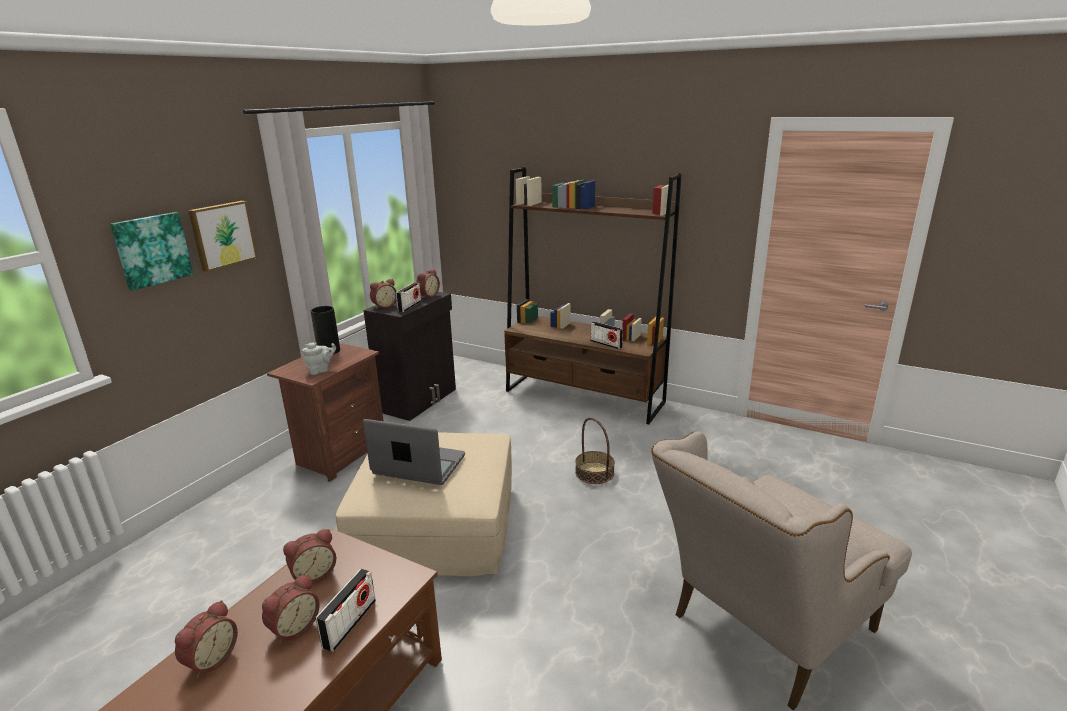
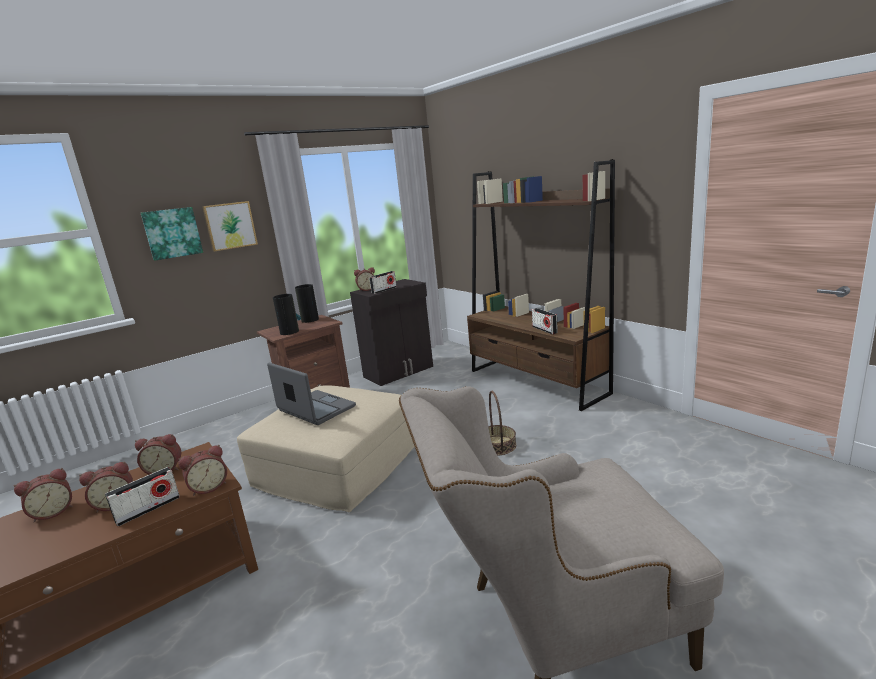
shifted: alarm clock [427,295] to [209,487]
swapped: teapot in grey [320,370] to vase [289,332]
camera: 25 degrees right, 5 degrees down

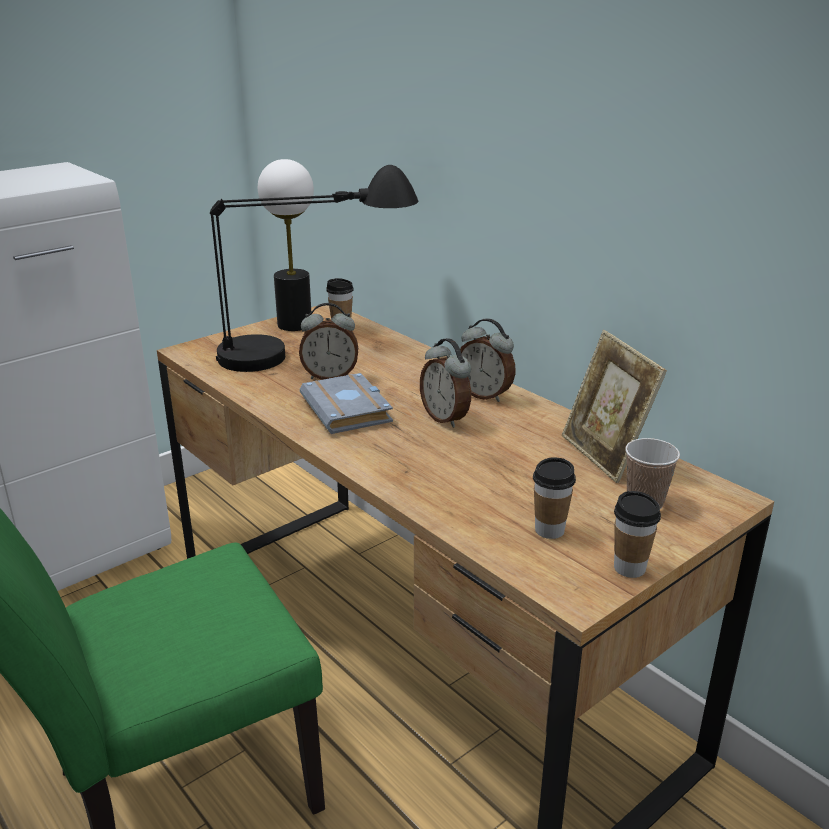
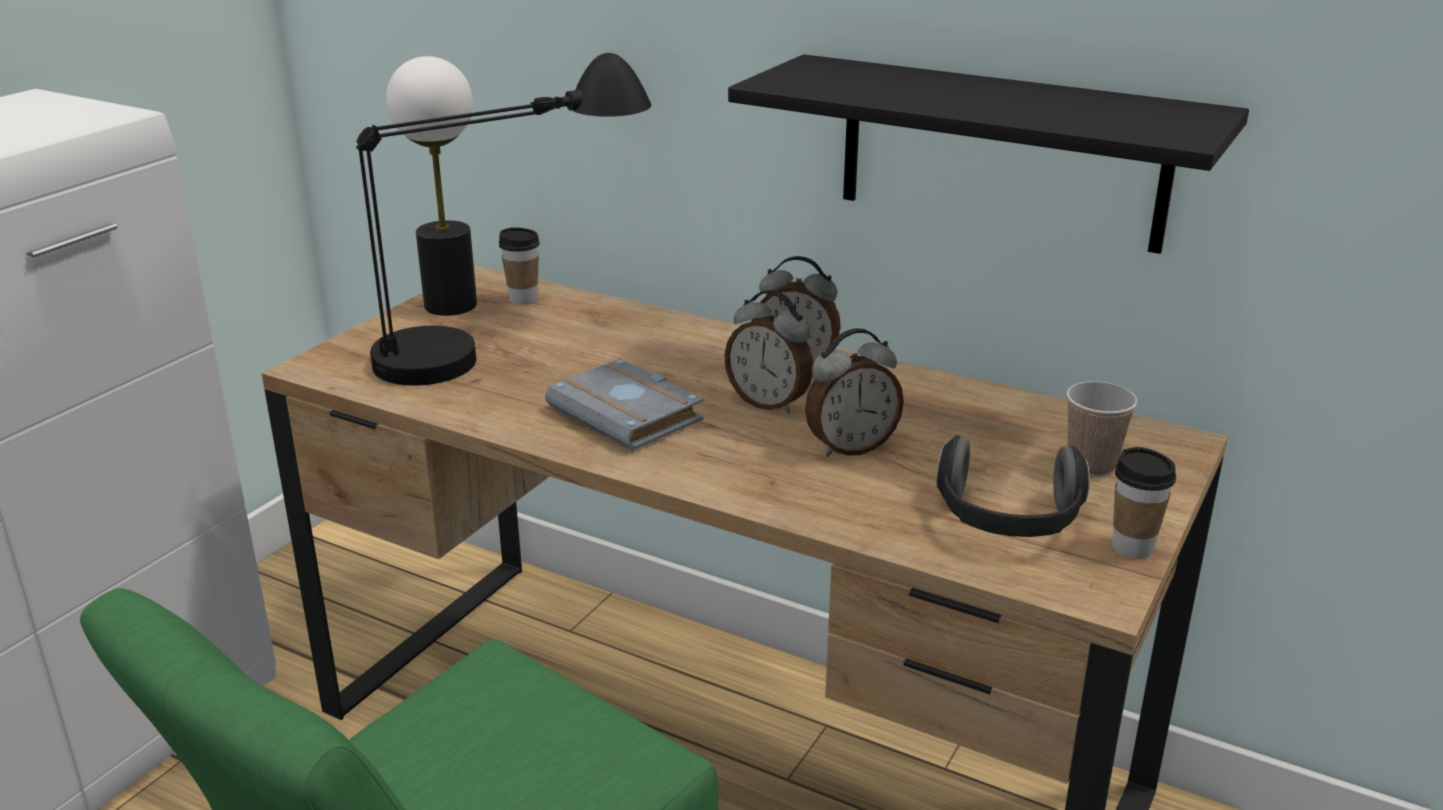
gone: picture frame [604,455]
new: shelf in black [1001,153]
shifted: alarm clock [330,376] to [850,447]
swapped: cup [549,530] to headphones [1008,522]
camera: 20 degrees left, 0 degrees up

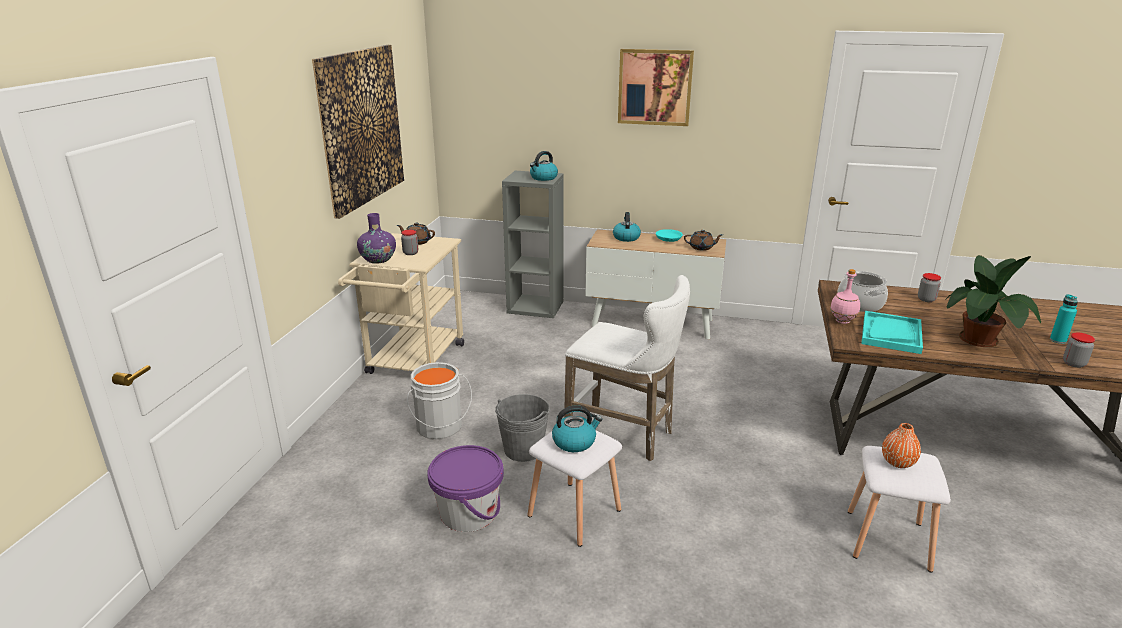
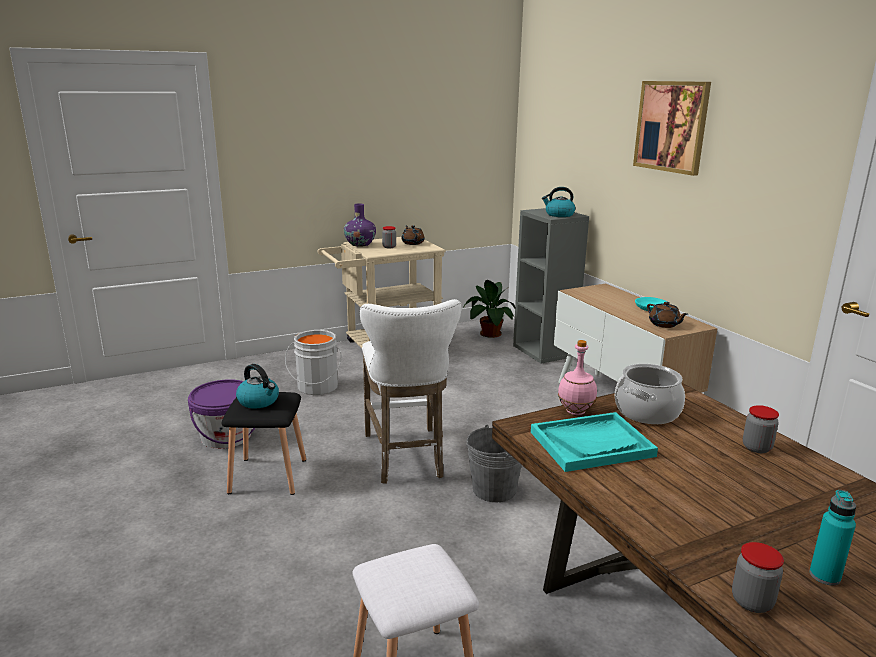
gone: picture [361,127]; kettle [626,237]; vase in orange [898,462]
shifted: potted plant [979,340] to [489,334]; bucket in grey [523,450] to [494,490]
repainted: stool in white [574,512] to stool in black [269,475]
camera: 50 degrees right, 5 degrees down

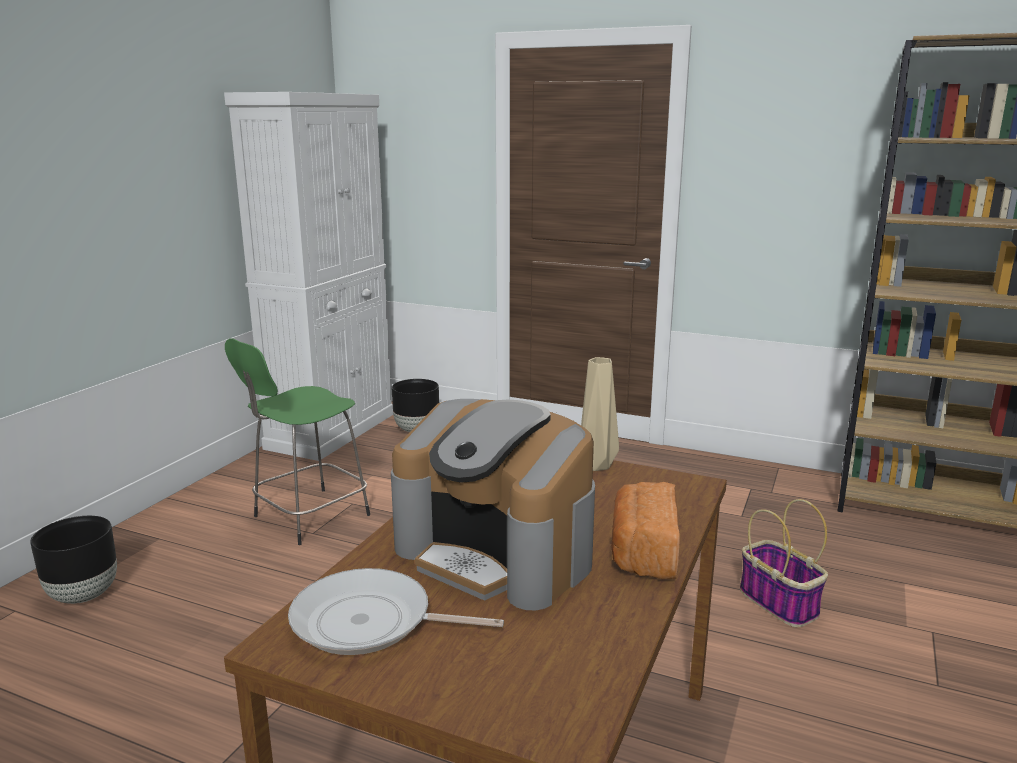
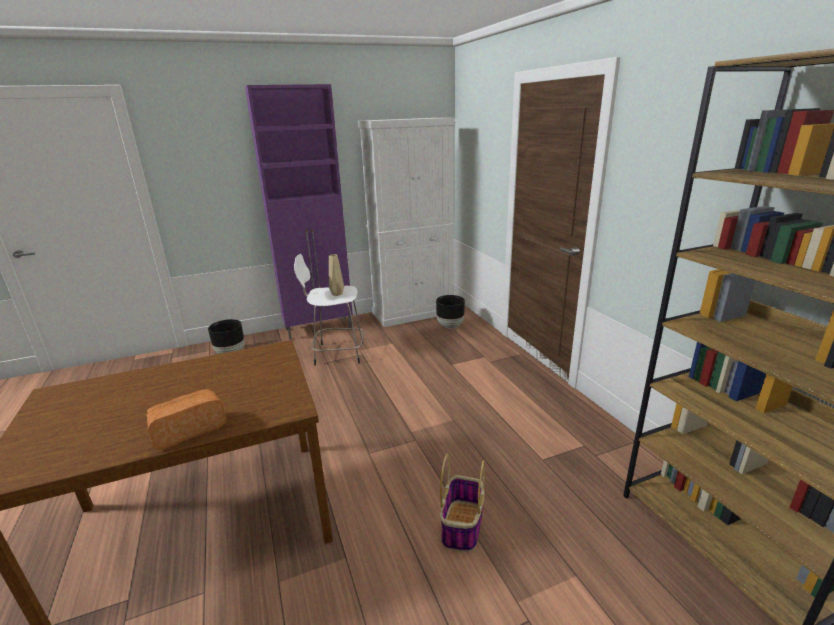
gone: coffee machine [497,554]; frying pan [370,623]
new: cabinet in purple [319,328]
shifted: vase in beige [595,466] to [336,294]
repainted: stool in green [308,517] to stool in white [337,353]
camera: 45 degrees right, 5 degrees up

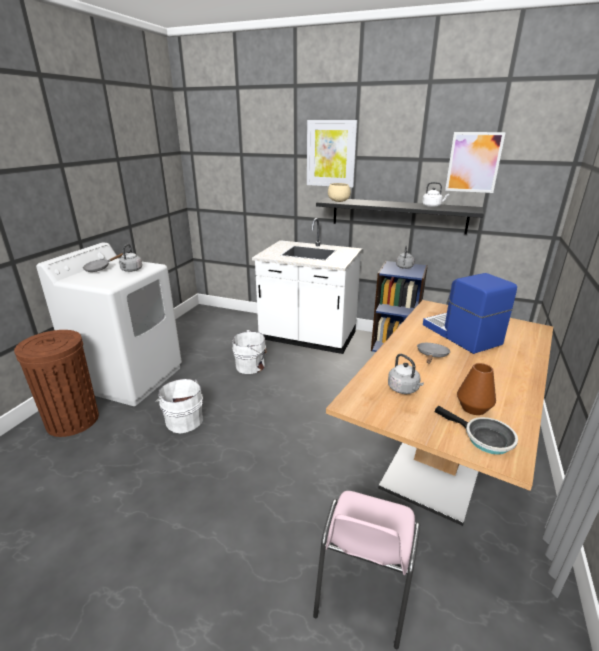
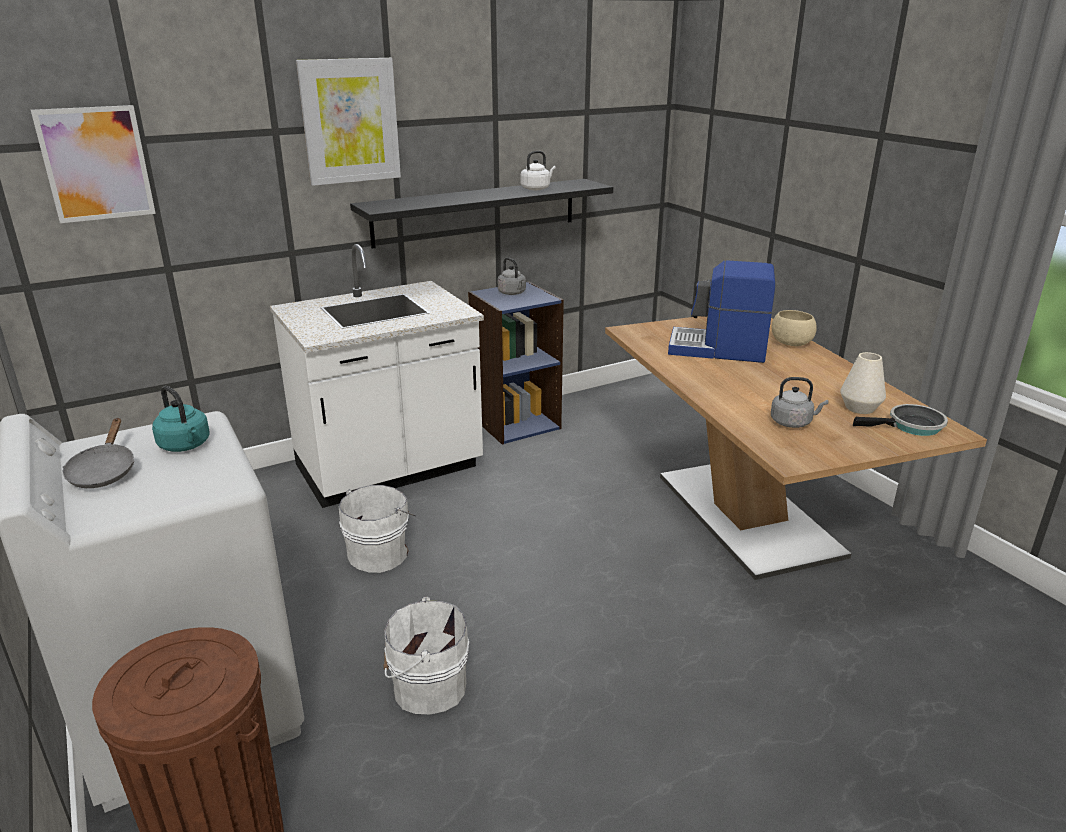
gone: frying pan in grey [432,356]; chair in pink [363,584]
shifted: picture [473,162] to [96,164]; bowl in beige [338,201] to [792,343]
repainted: kettle in grey [131,270] to kettle in turquoise [186,446]; vase in brown [473,408] to vase in white [859,408]
camera: 50 degrees left, 0 degrees up

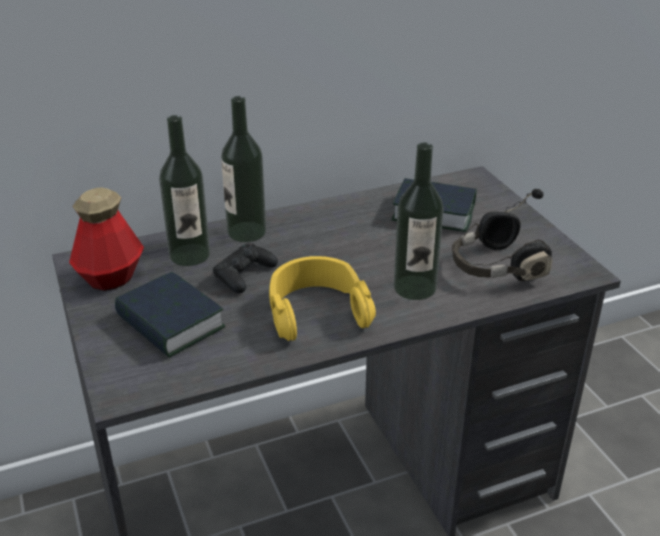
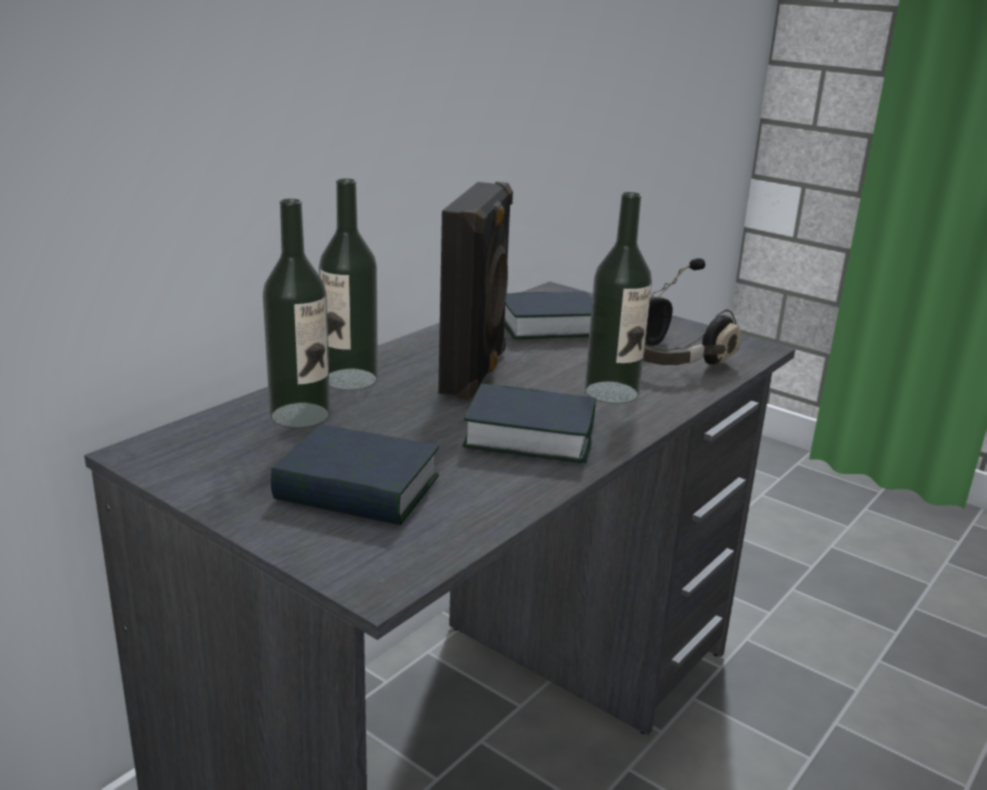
gone: bottle [111,278]; game controller in black [244,274]
new: speaker in black [476,373]
swapped: headphones in yellow [317,310] to book [529,436]
camera: 30 degrees left, 10 degrees down

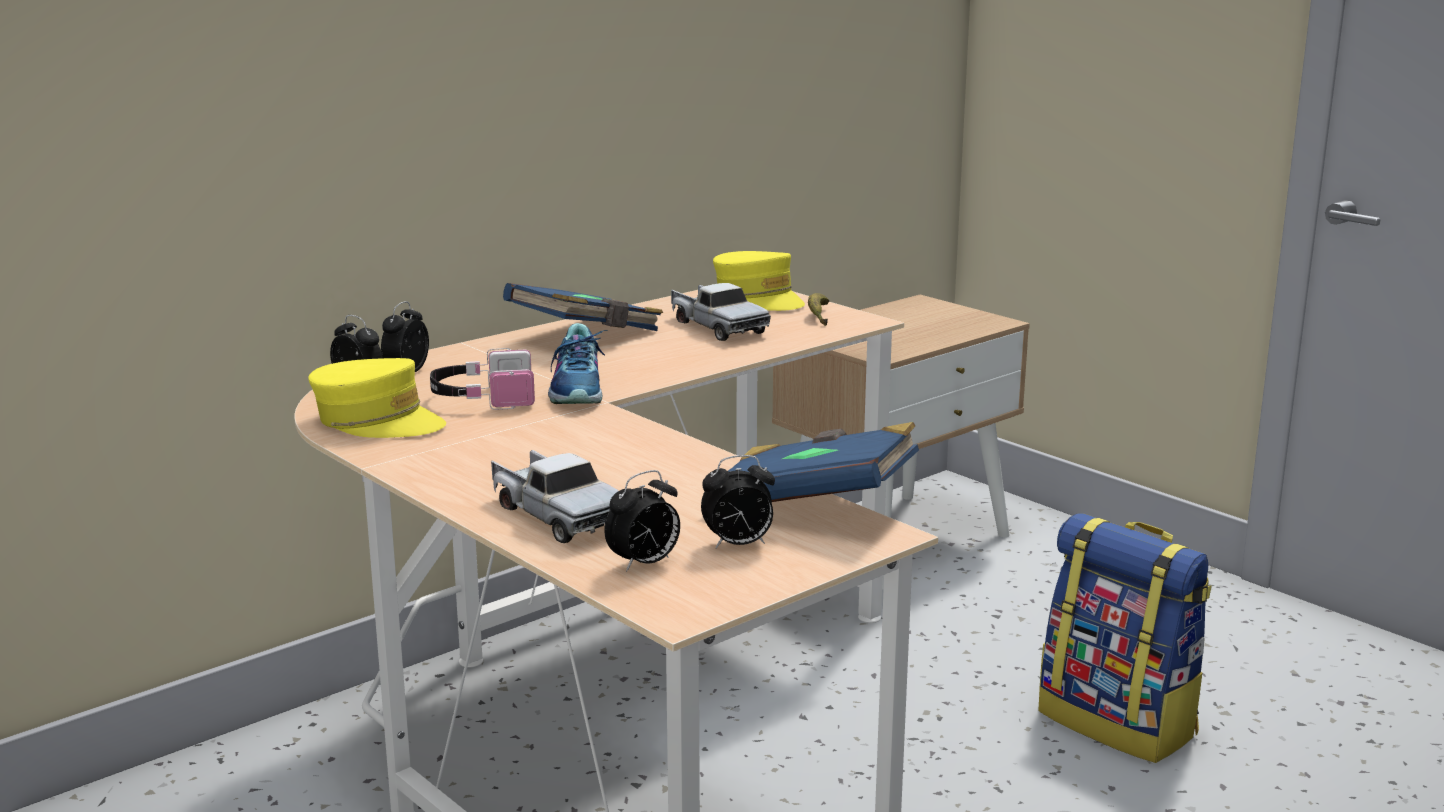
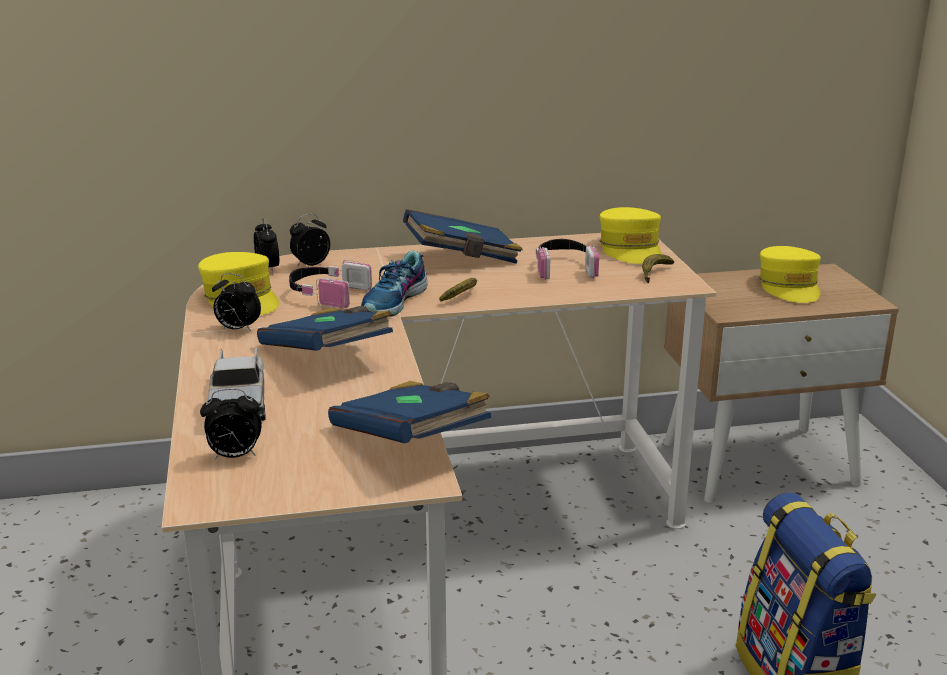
new: cap in yellow [789,287]; banana [462,296]; book in blue [327,355]
shifted: alarm clock [738,545] to [237,329]
swapped: toy truck [717,327] to headphones [564,268]
camera: 30 degrees right, 5 degrees up

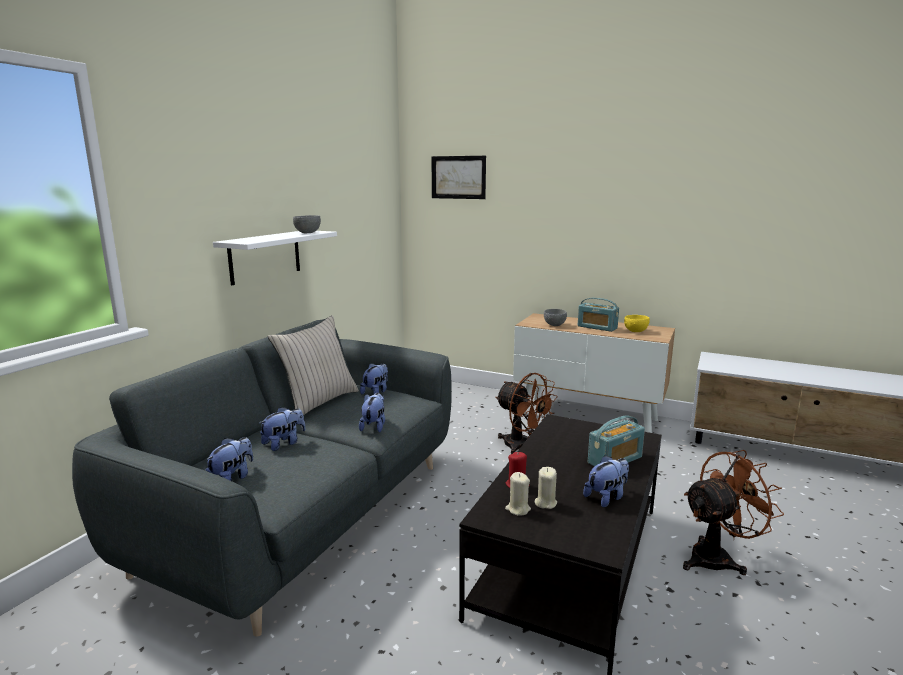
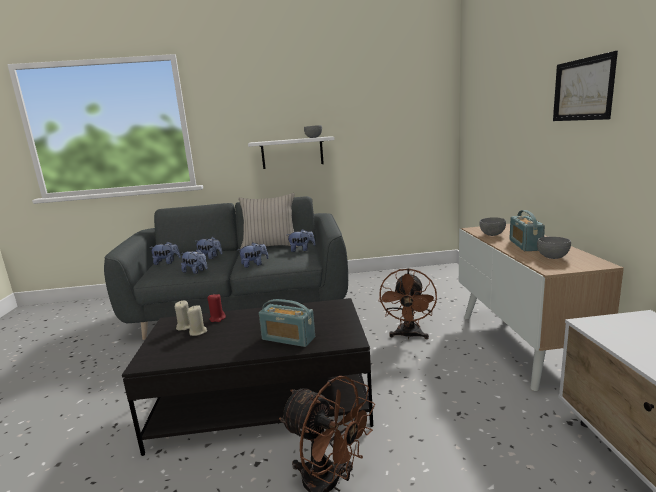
shifted: picture [458,177] to [582,89]; plush toy [606,497] to [196,271]
repainted: bowl in yellow [636,331] to bowl in grey [552,257]
camera: 60 degrees right, 0 degrees up

